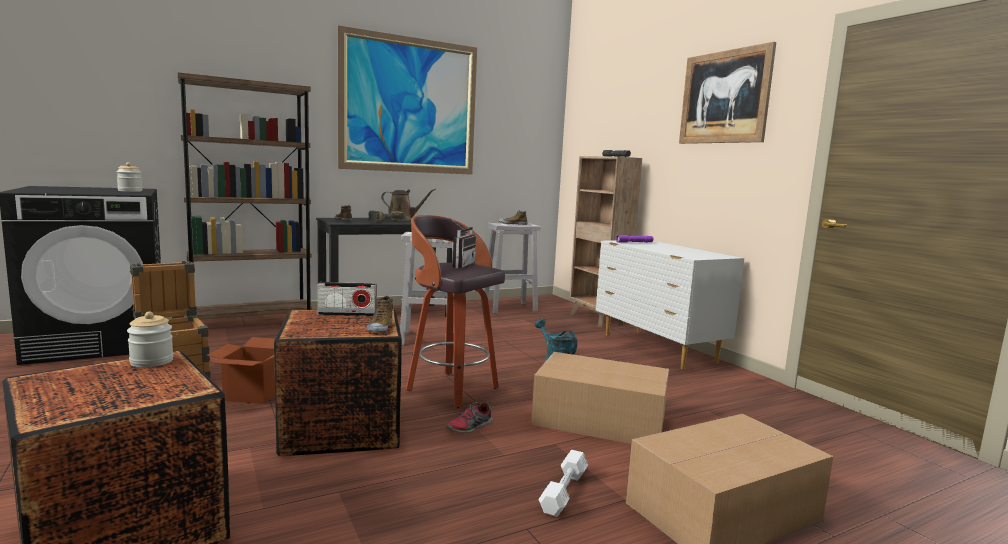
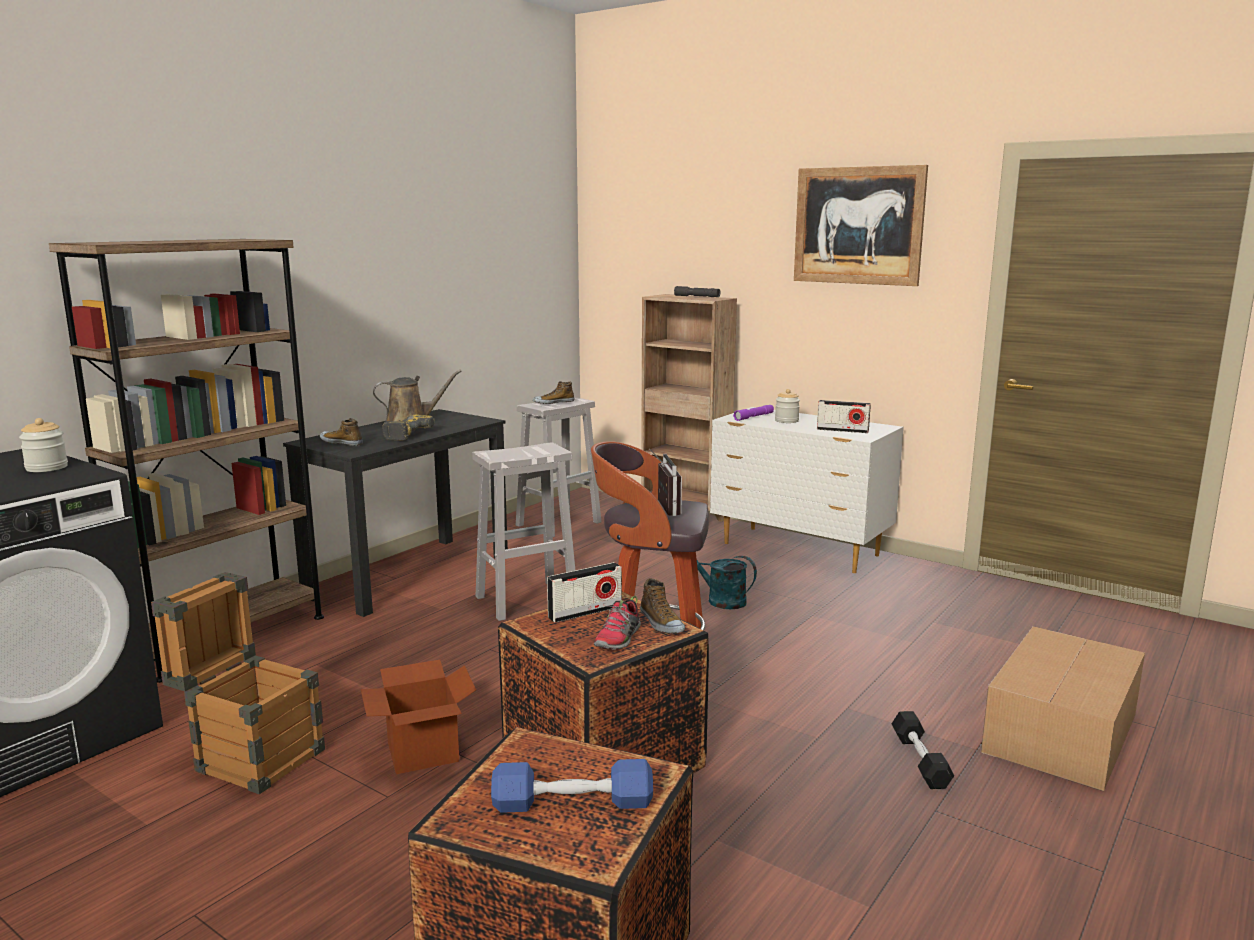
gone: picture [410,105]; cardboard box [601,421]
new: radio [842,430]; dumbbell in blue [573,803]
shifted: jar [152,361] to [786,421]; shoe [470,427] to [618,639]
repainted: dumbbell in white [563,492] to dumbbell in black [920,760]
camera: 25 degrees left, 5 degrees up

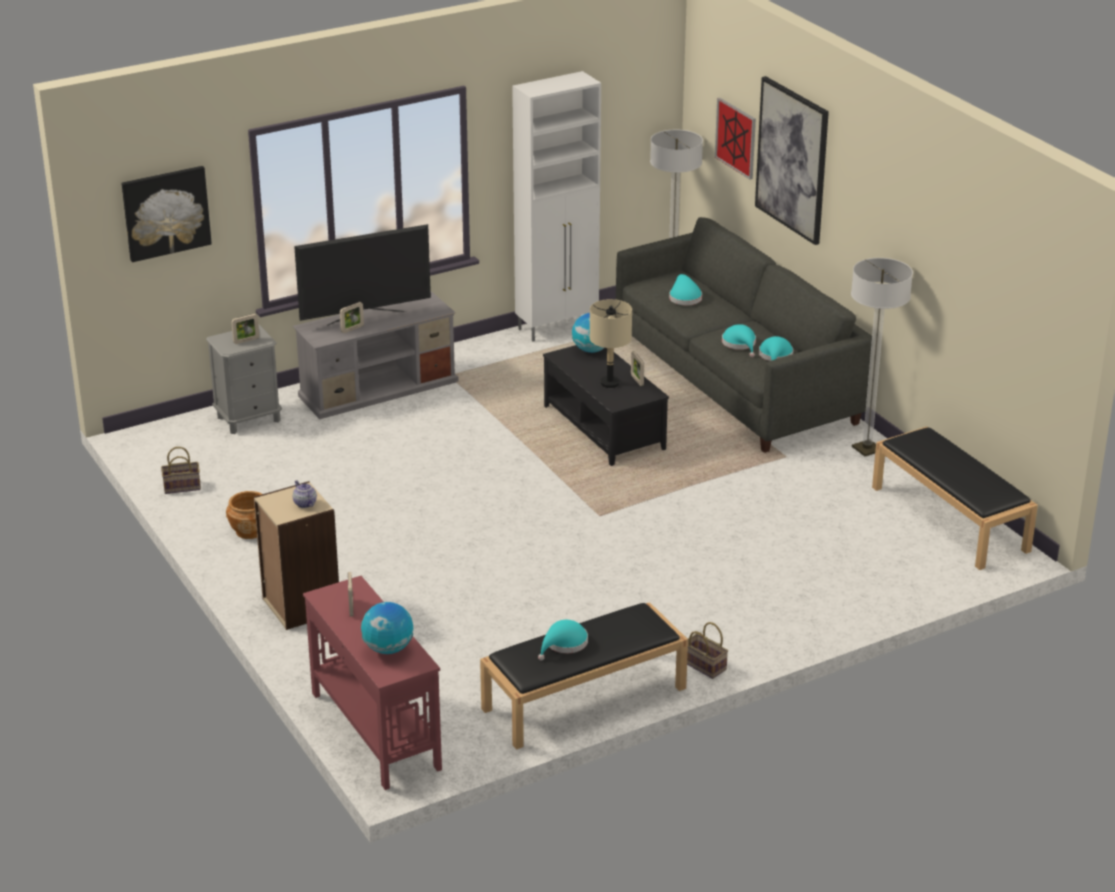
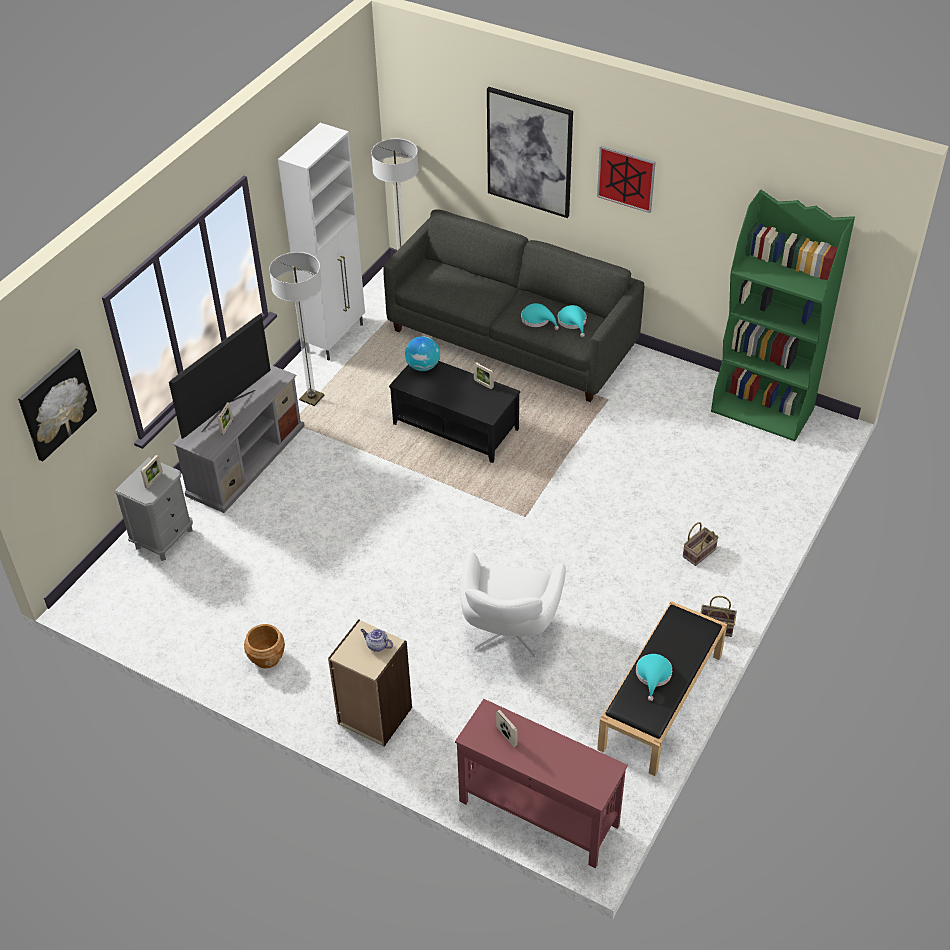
gone: hat in turquoise [684,297]; table lamp in beige [610,383]; globe [388,649]
new: armchair in white [509,634]
shifted: picture [736,138] to [626,178]; floor lamp [867,449] to [312,398]; basket [183,486] to [699,552]
swapped: bench in black [951,519] to bookcase in green [763,410]
camera: 30 degrees left, 15 degrees up

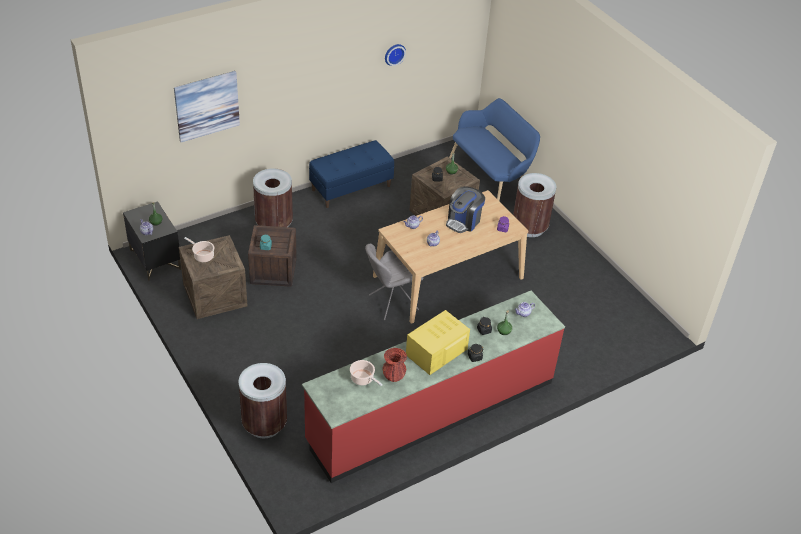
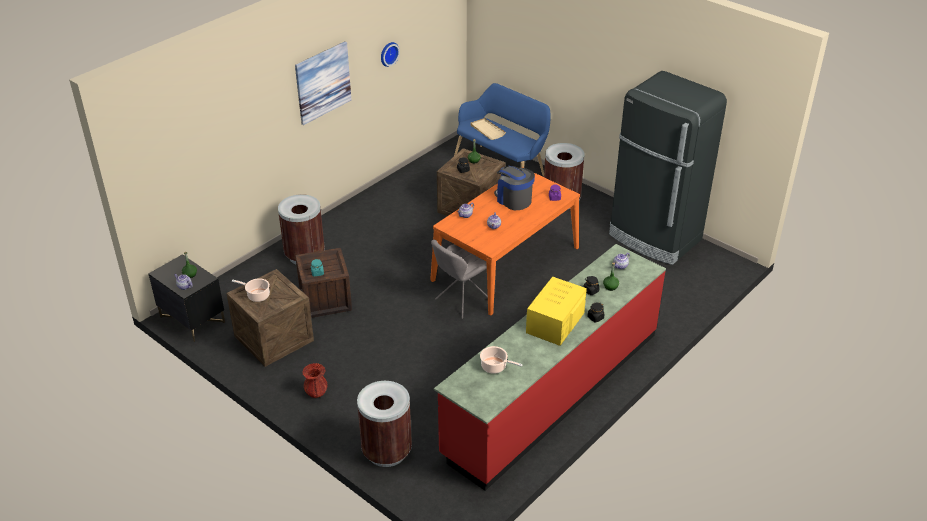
gone: bench in blue [351,187]
new: fridge in black [654,238]; tray in beige [487,130]
shifted: picture [207,106] to [323,82]; vase in red [393,376] to [316,392]
repainted: dining table in beige [448,277] to dining table in orange [506,263]
rotated: coffee machine [463,221] = [513,200] 120 degrees clockwise
camera: 15 degrees left, 5 degrees down

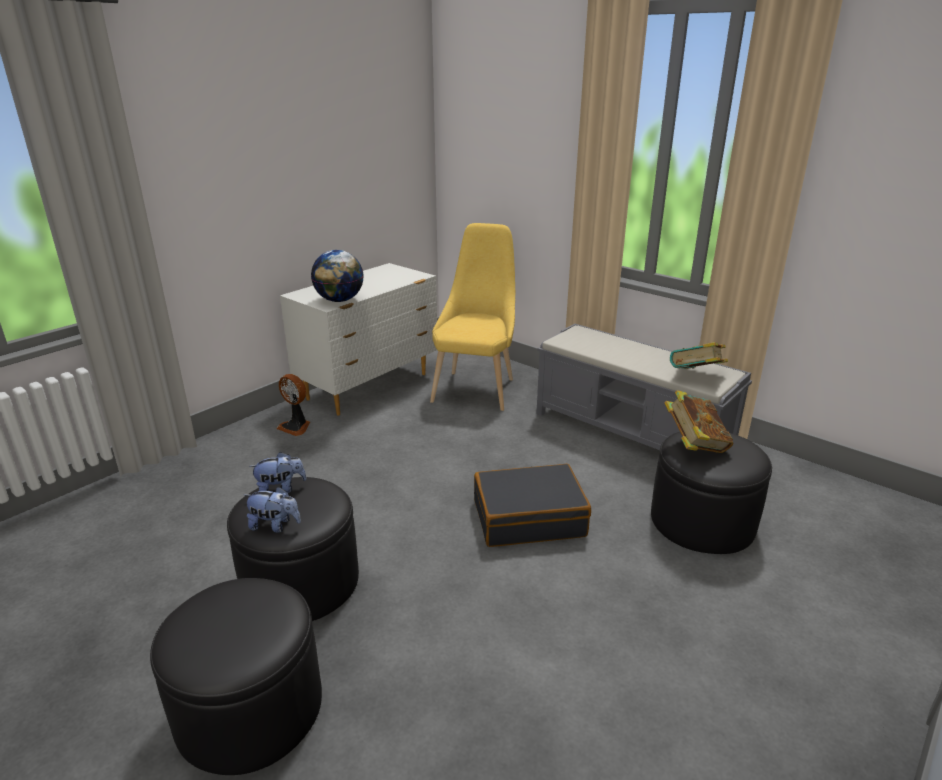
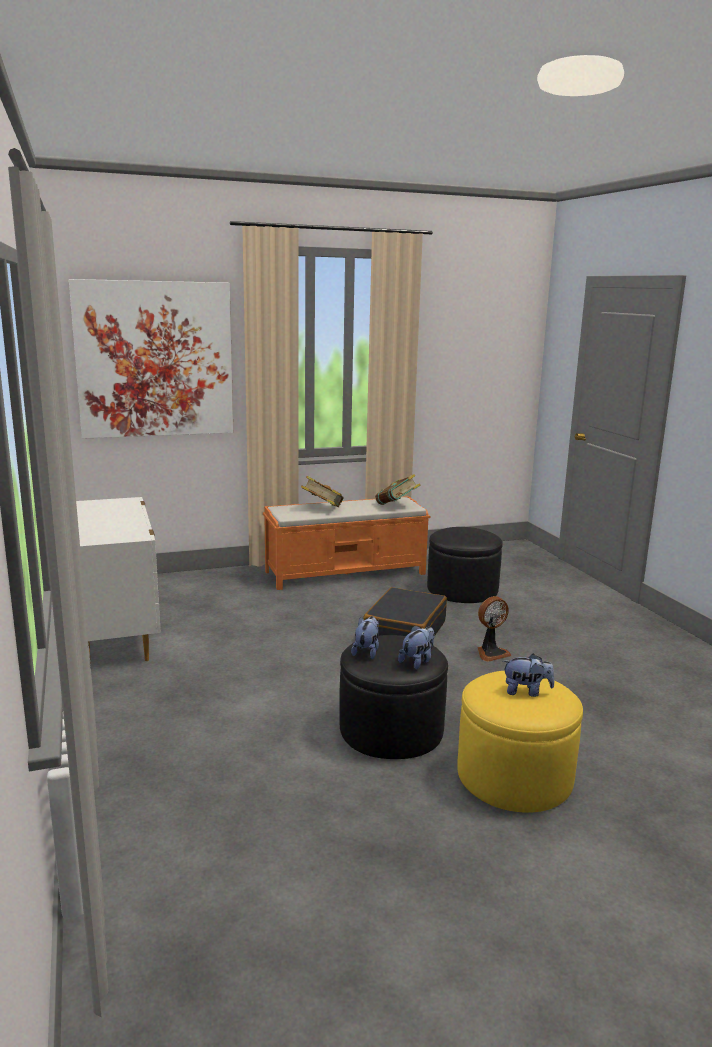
gone: chair in yellow [476,388]; globe [339,300]
new: picture [155,359]; plush toy [526,692]
shifted: fan [296,427] to [491,653]; book [694,444] to [322,508]
repainted: bench in grey [632,432] to bench in orange [346,572]; ottoman in black [250,709] to ottoman in yellow [514,776]
camera: 60 degrees left, 10 degrees down

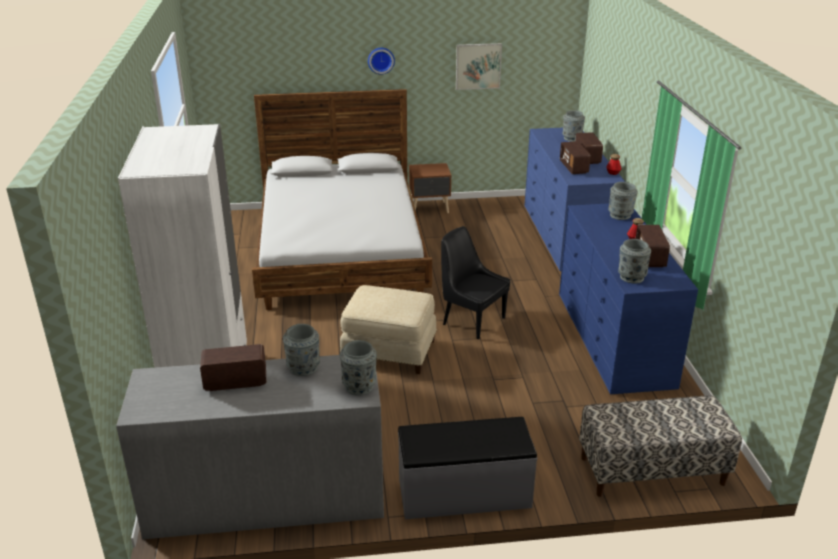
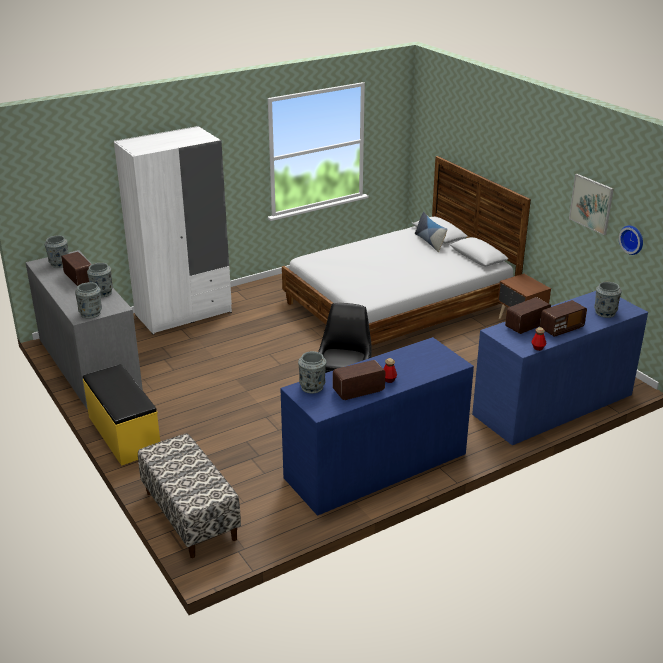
gone: ottoman in beige [389,352]
new: pillow [430,242]
shifted: wall clock [381,60] to [633,239]; vase in grey [620,215] to [59,264]
repainted: bench in grey [464,494] to bench in yellow [123,434]
camera: 65 degrees right, 0 degrees up

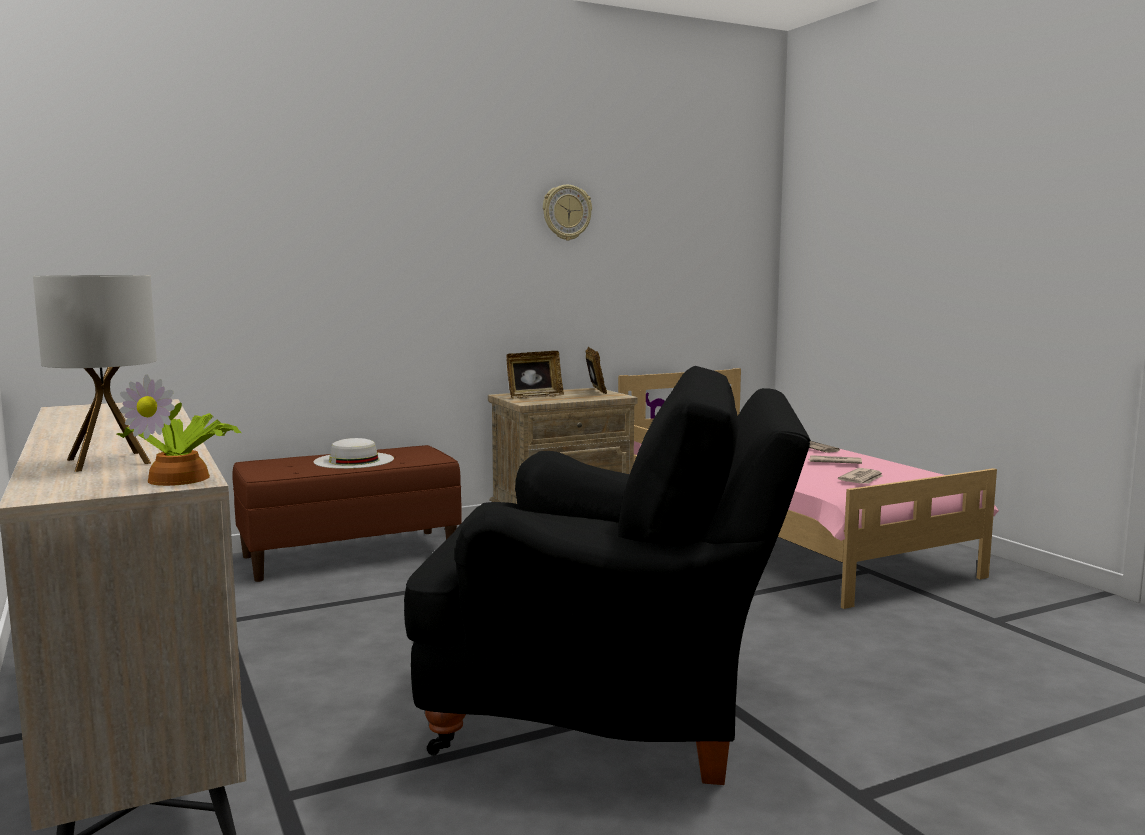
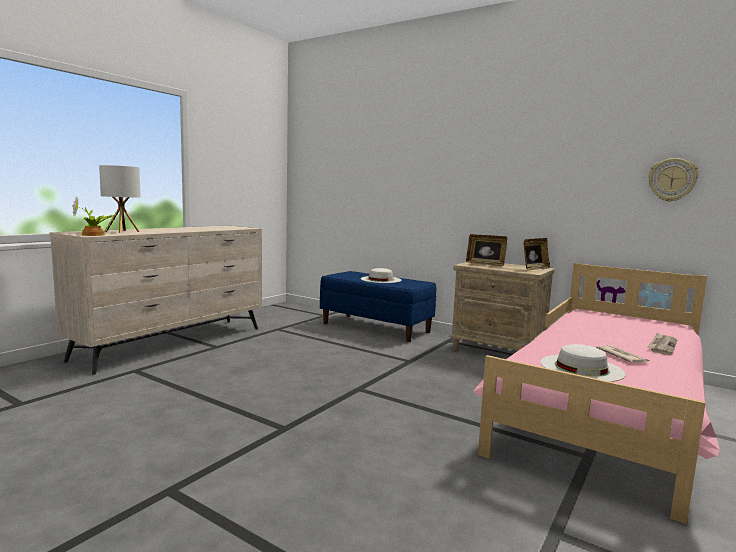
gone: armchair in black [608,715]
shifted: wall clock [566,212] to [672,180]
swapped: newspaper [862,479] to hat in white [581,368]
repainted: bench in brown [350,554] to bench in blue [376,327]
camera: 60 degrees right, 0 degrees up

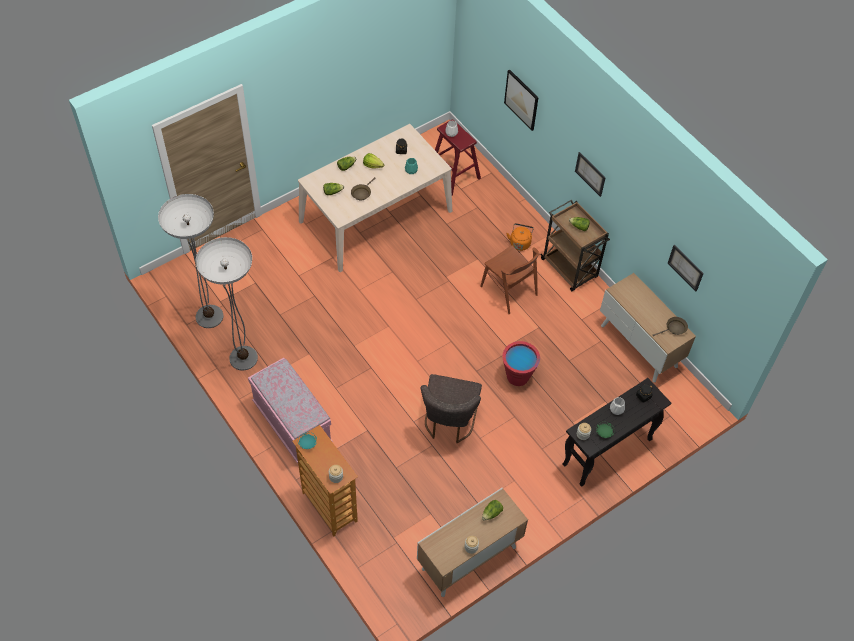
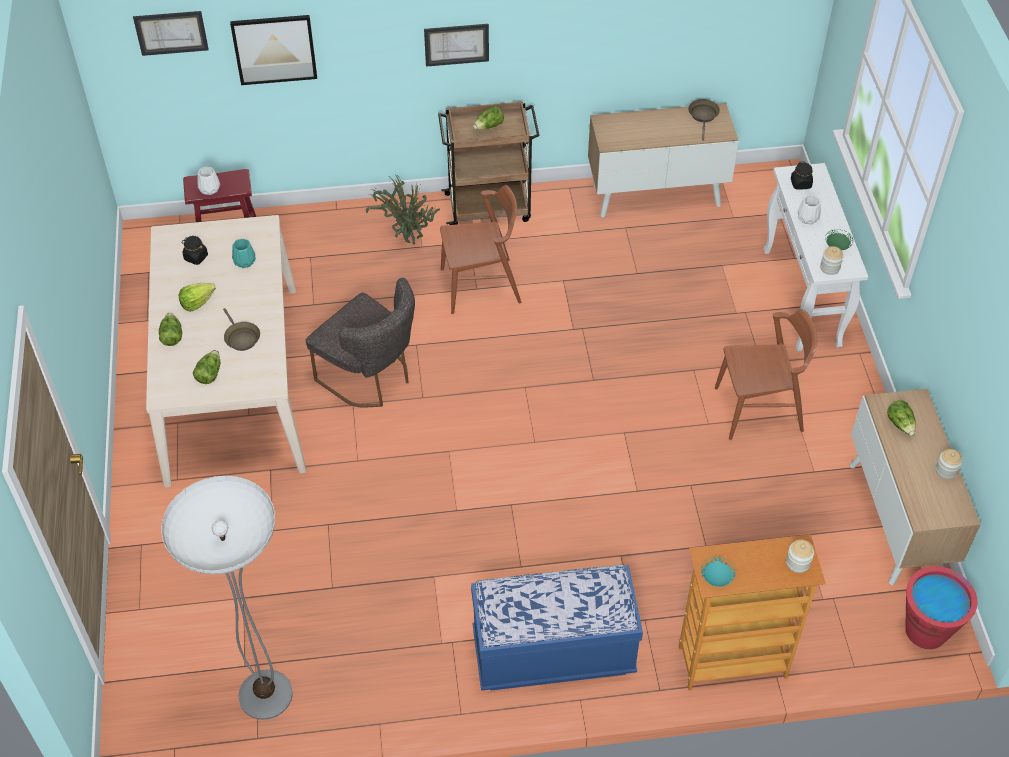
gone: floor lamp [243,358]
new: chair in brown [759,409]
shifted: picture [685,267] to [171,32]; bucket in red [517,376] to [926,631]; chair in grey [449,422] to [371,378]
swapped: kettle in orange [520,242] to potted plant [407,238]
repainted: bench in pink [292,424] to bench in blue [553,653]; console table in black [606,452] to console table in white [802,299]
camera: 60 degrees left, 5 degrees down

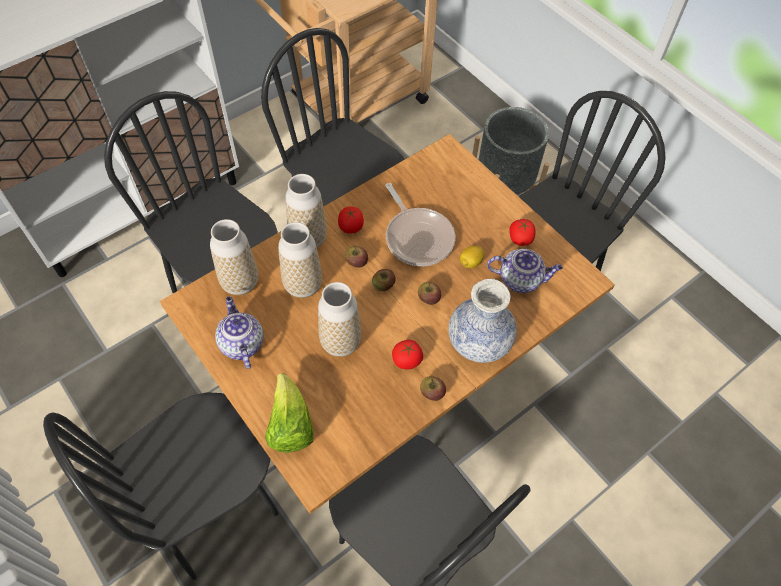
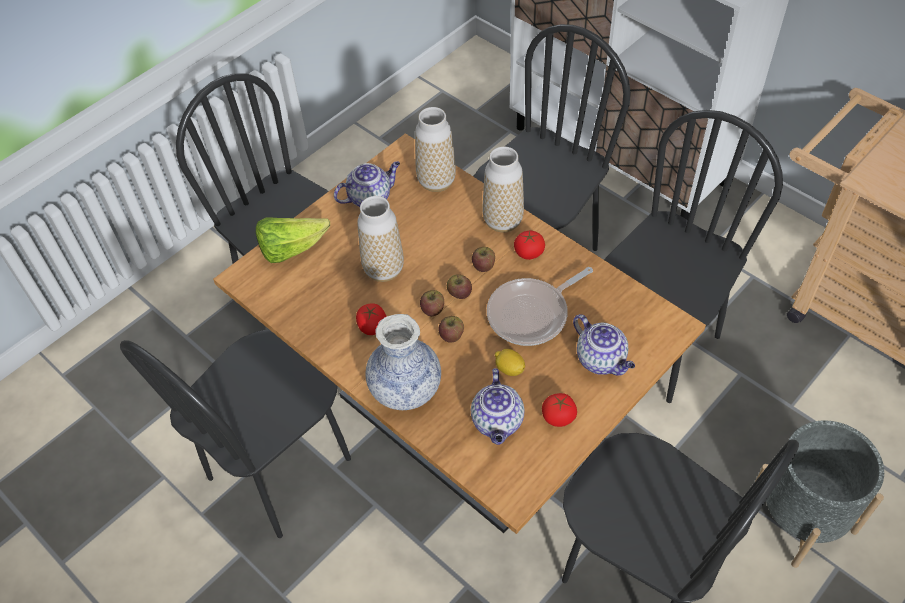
gone: vase [303,285]
new: teapot [602,360]
shifted: apple [432,393] to [432,309]
camera: 85 degrees right, 5 degrees down

